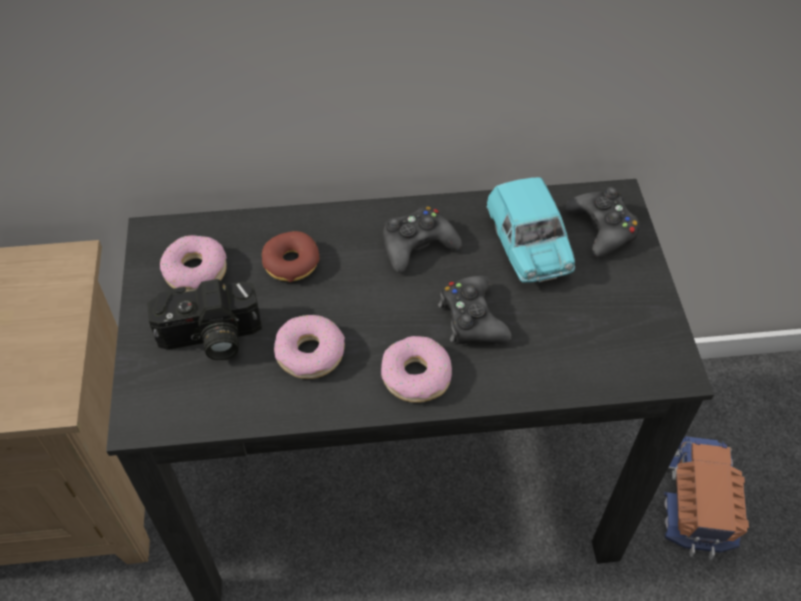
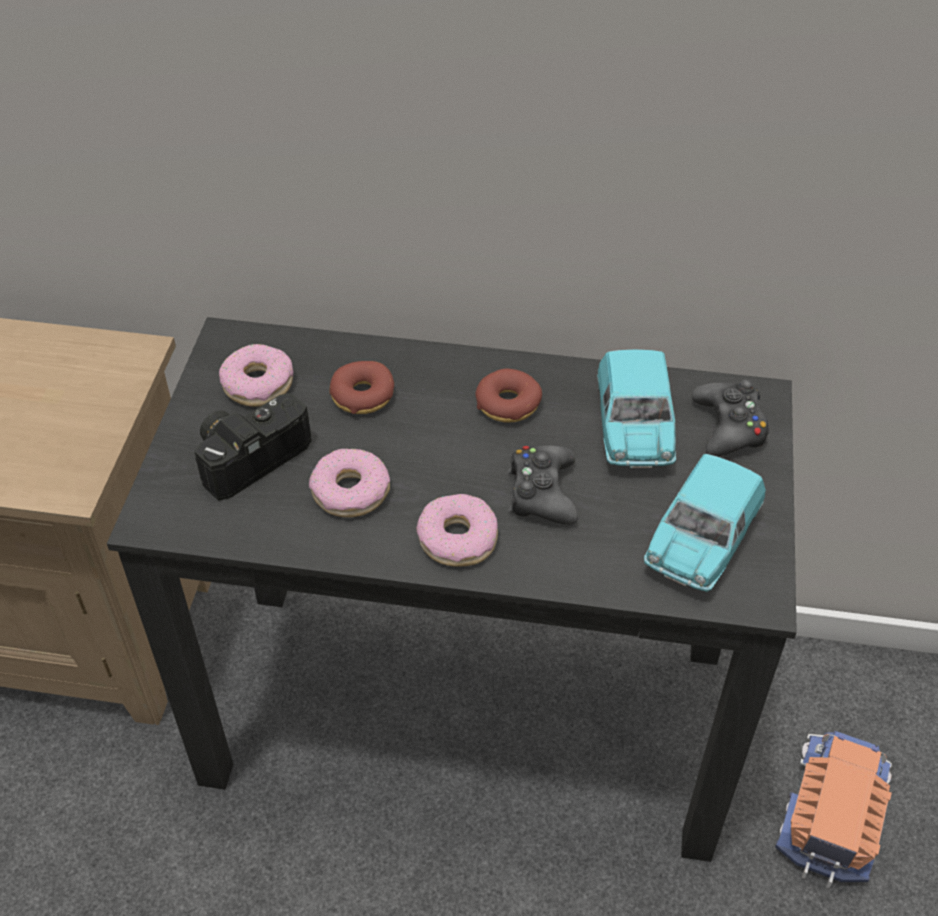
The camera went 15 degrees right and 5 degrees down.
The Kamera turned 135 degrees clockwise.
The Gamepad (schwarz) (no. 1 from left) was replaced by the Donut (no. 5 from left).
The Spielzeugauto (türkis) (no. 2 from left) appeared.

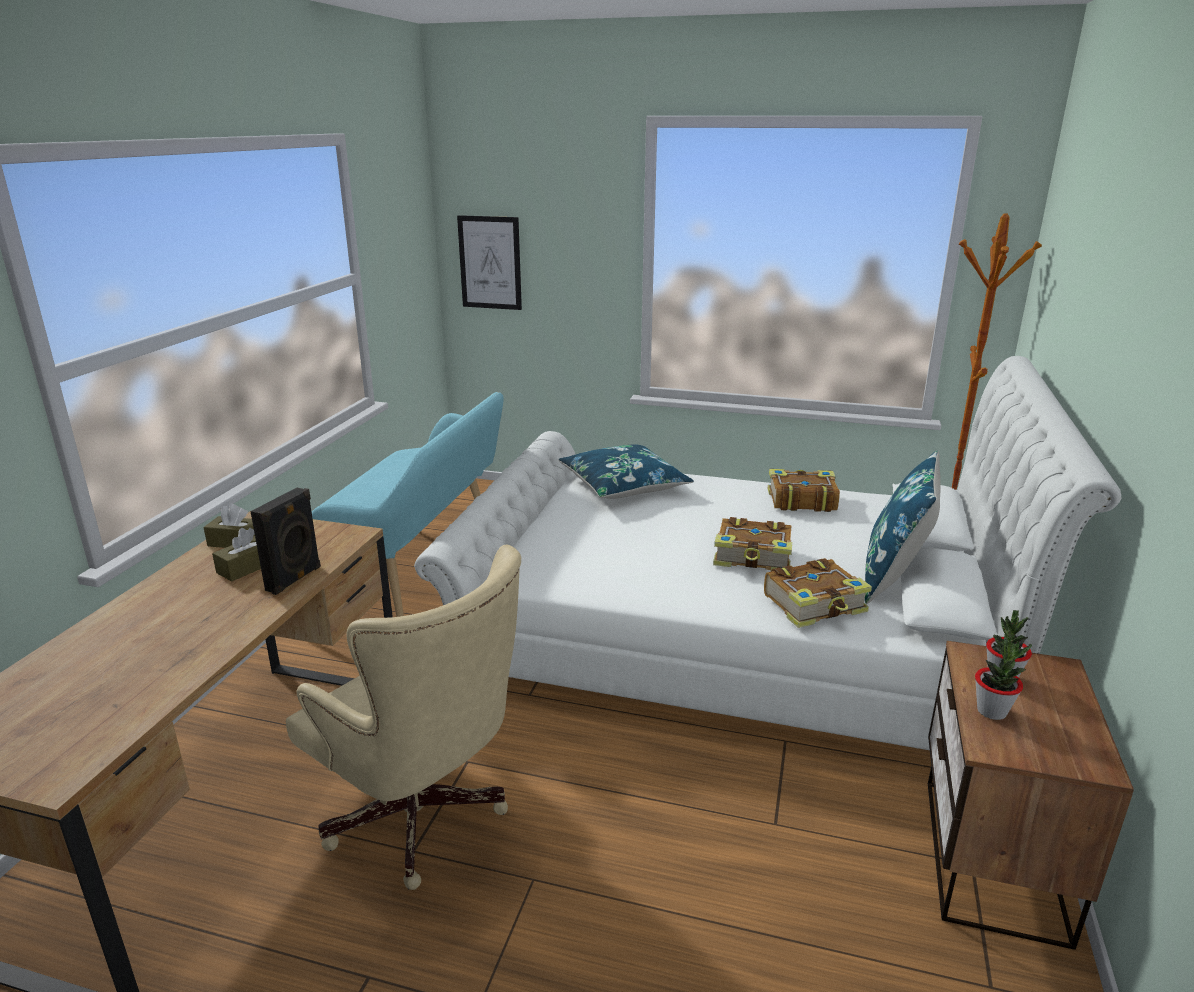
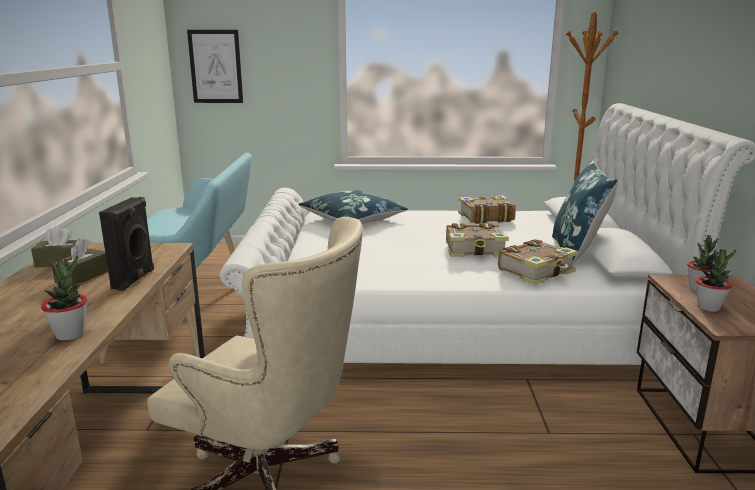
The camera went 15 degrees left and 5 degrees down.
The Topfpflanze (no. 1 from left) appeared.

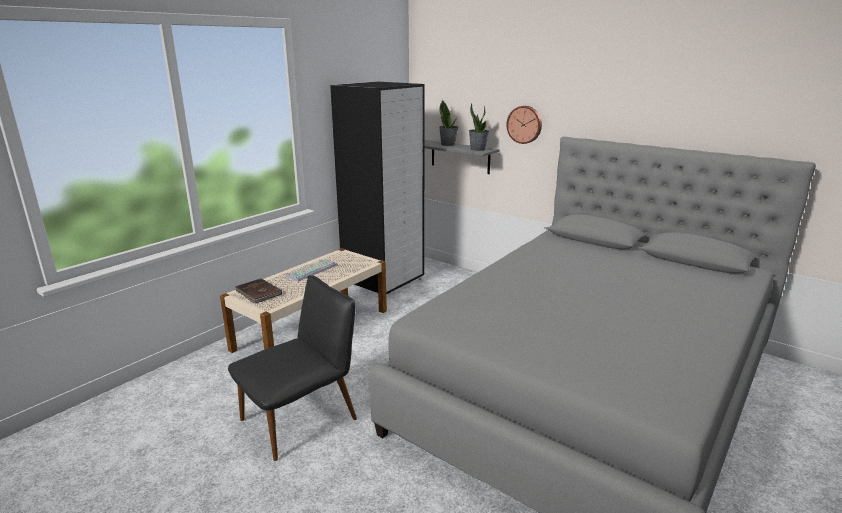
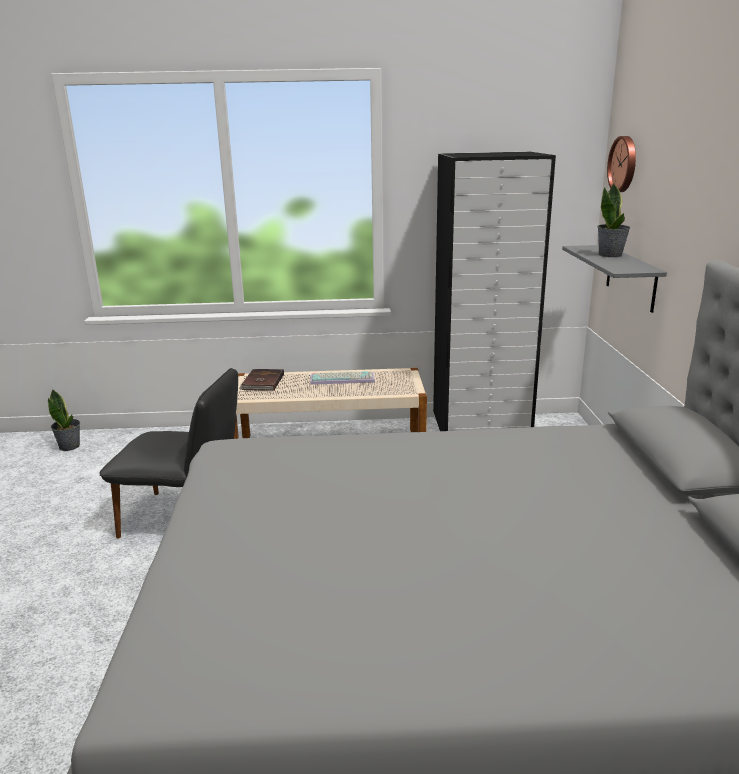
The camera went 50 degrees right and 0 degrees up.
The Topfpflanze (no. 2 from left in the first image) moved.
The Wanduhr moved.

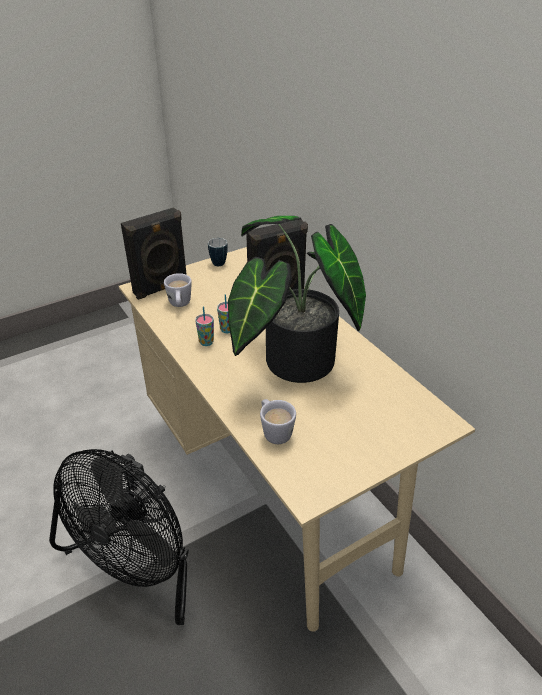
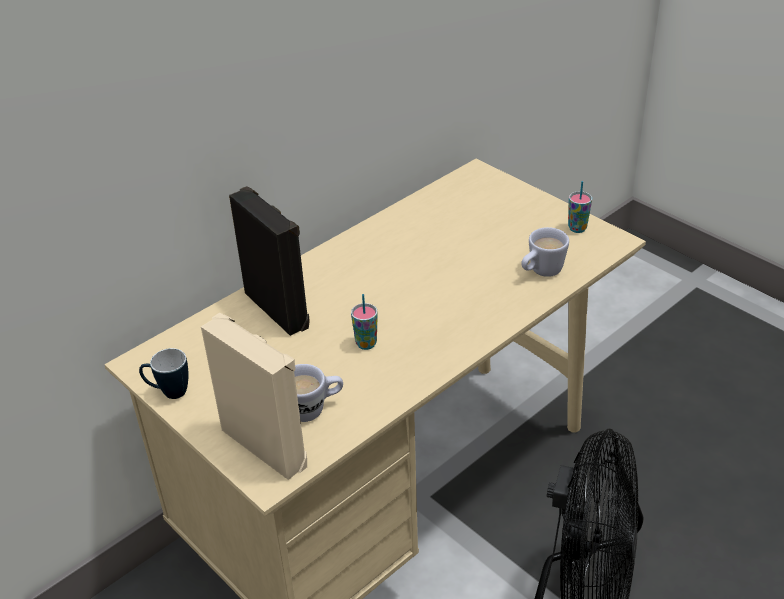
The camera went 100 degrees left and 0 degrees up.
The Lautsprecher (schwarz) (no. 1 from left) became the Lautsprecher (beige).
The Tasse (no. 1 from left in the first image) moved.
The Topfpflanze disappeared.

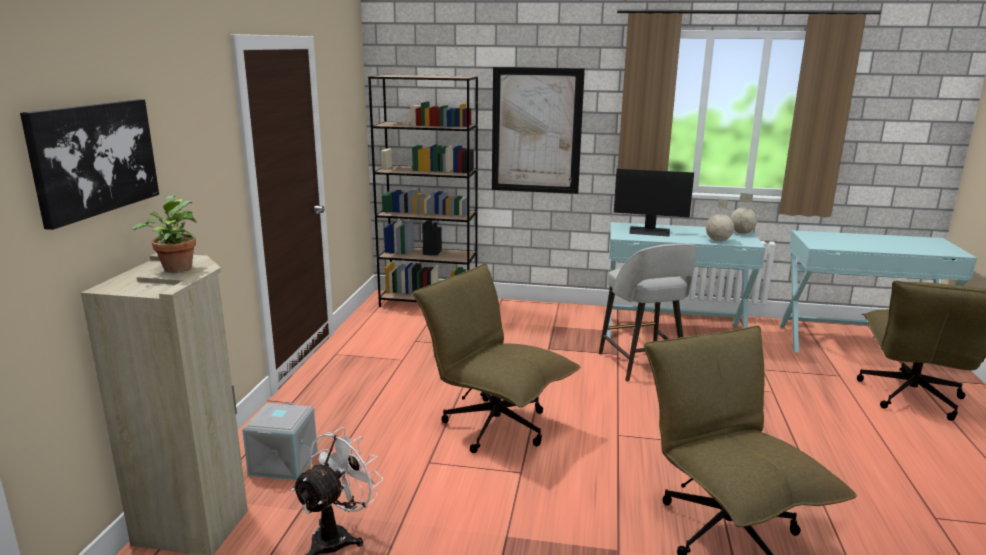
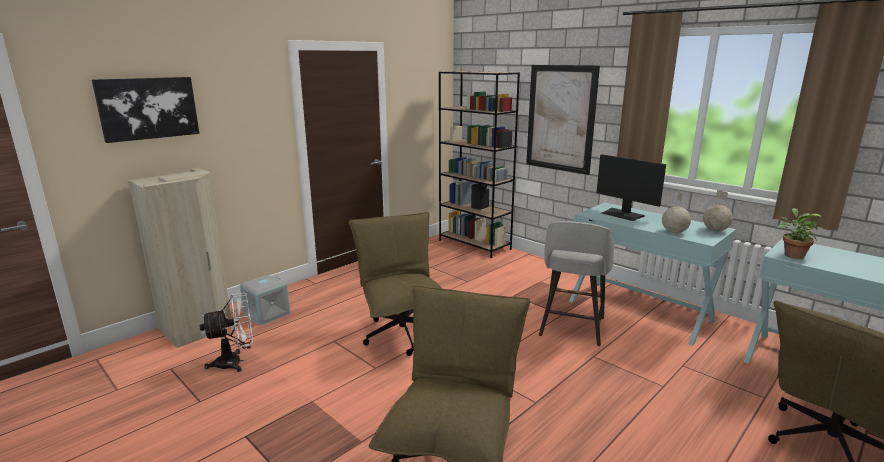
The camera went 35 degrees right and 0 degrees up.
The Topfpflanze moved.

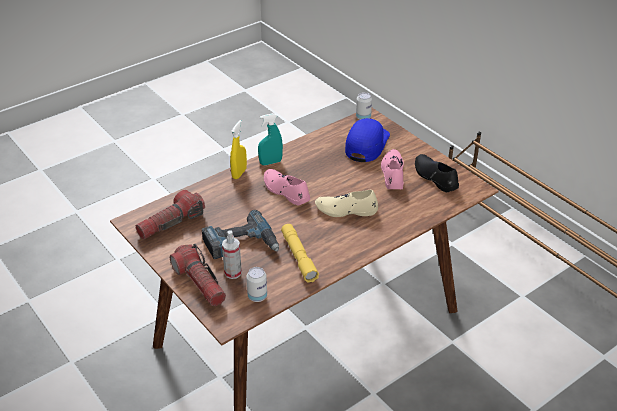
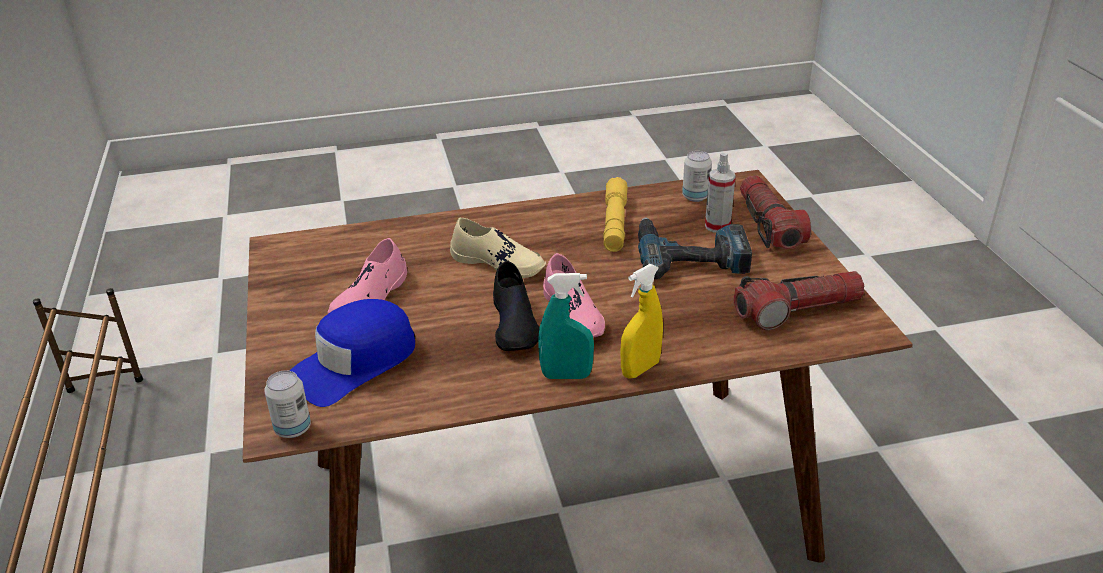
The camera went 155 degrees left and 5 degrees down.
The Schuh (schwarz) moved.

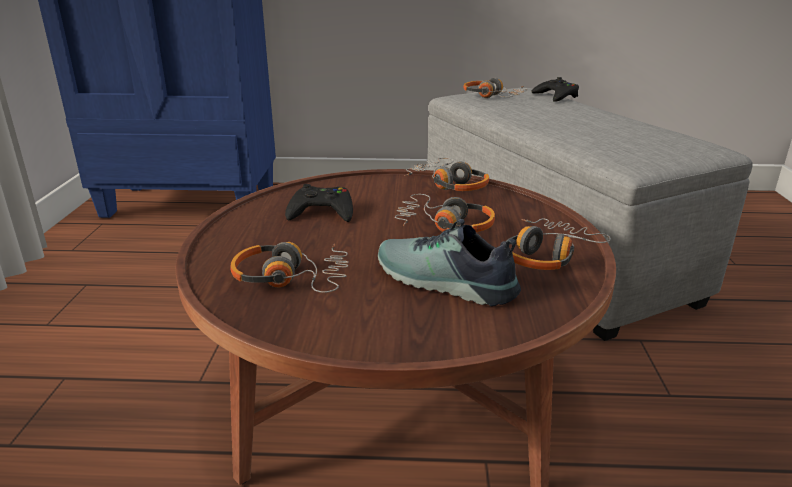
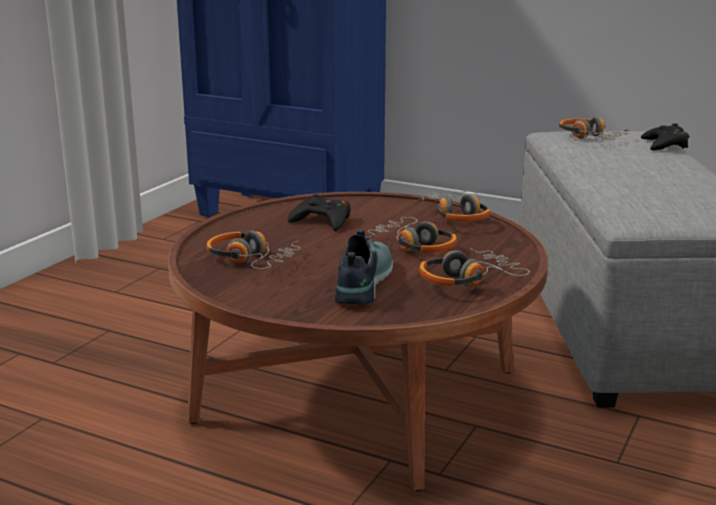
The camera went 25 degrees right and 5 degrees down.
The Schuh turned 45 degrees clockwise.

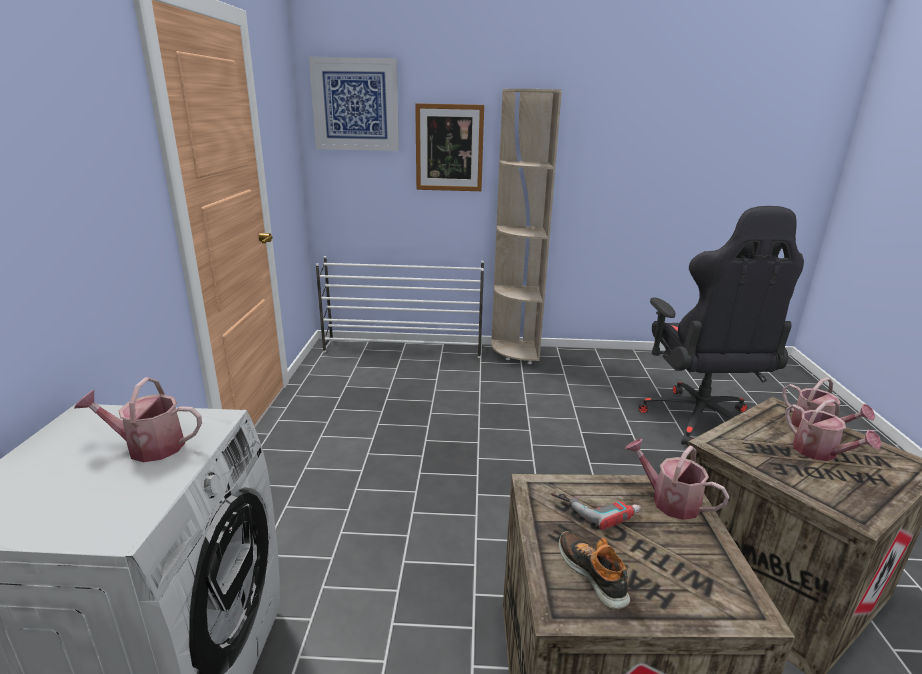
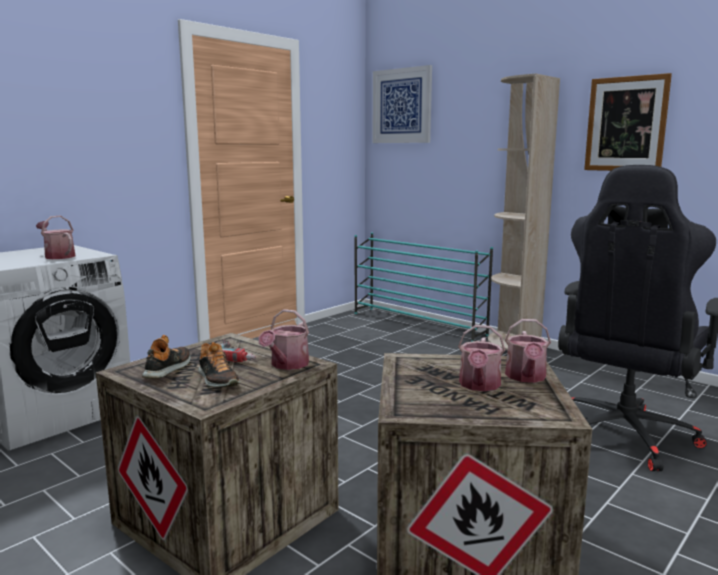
The camera went 40 degrees right and 10 degrees down.
The Schuhregal (weiß) became the Schuhregal (türkis).
The Bild (no. 2 from left) moved.
The Gießkanne (no. 2 from left) turned 150 degrees counterclockwise.
The Schuh (no. 2 from left) appeared.

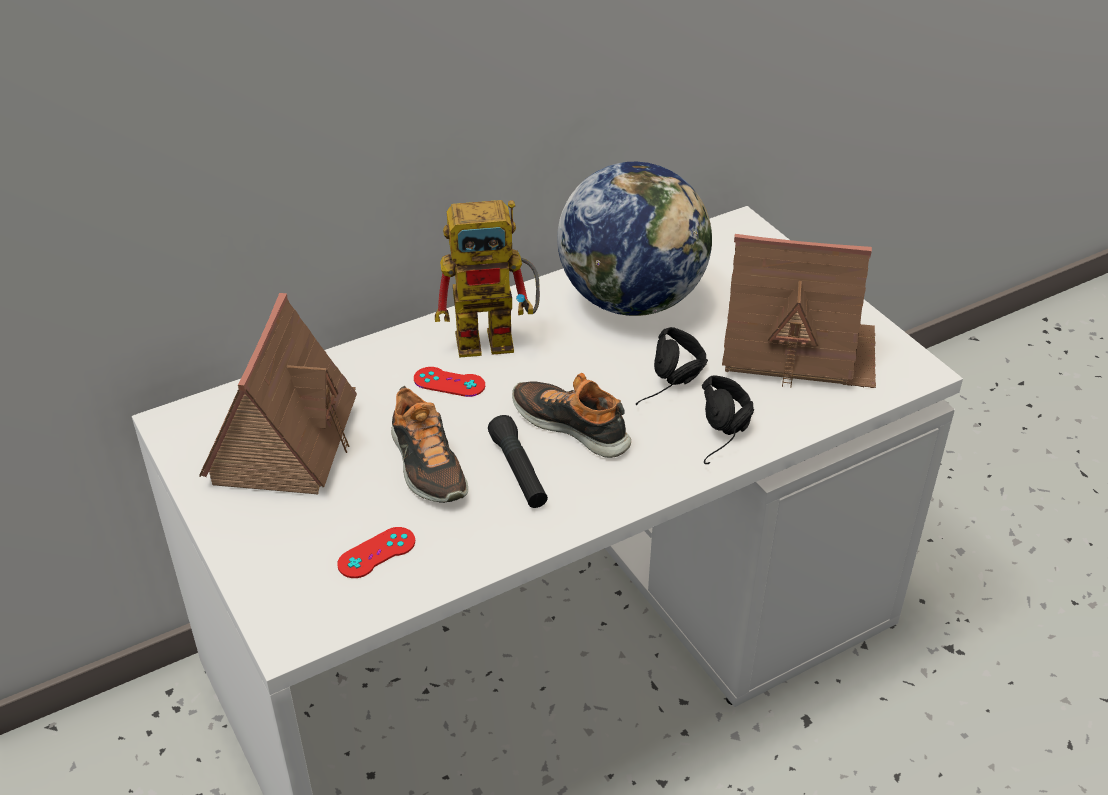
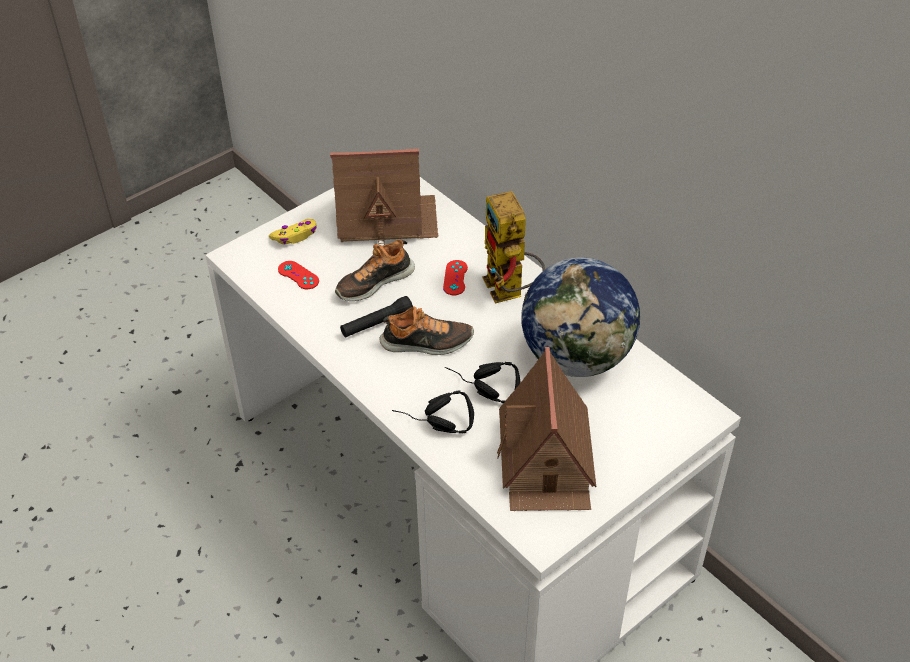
The camera went 80 degrees right and 5 degrees up.
The Schuh (no. 2 from left) turned 60 degrees clockwise.
The Gamepad (gelb) appeared.

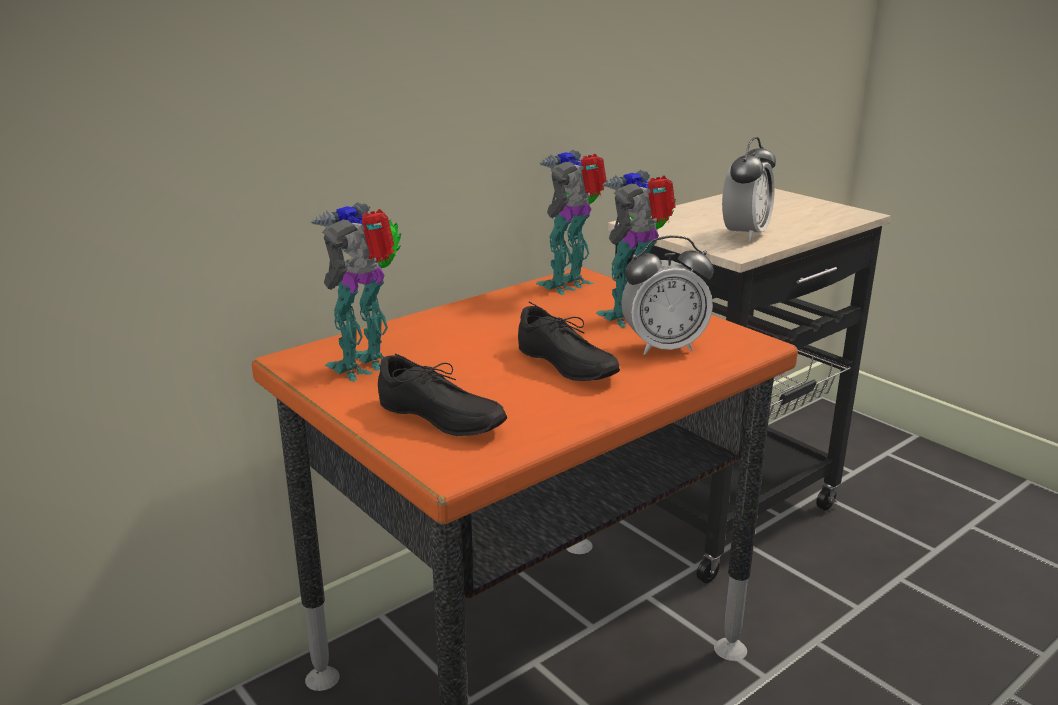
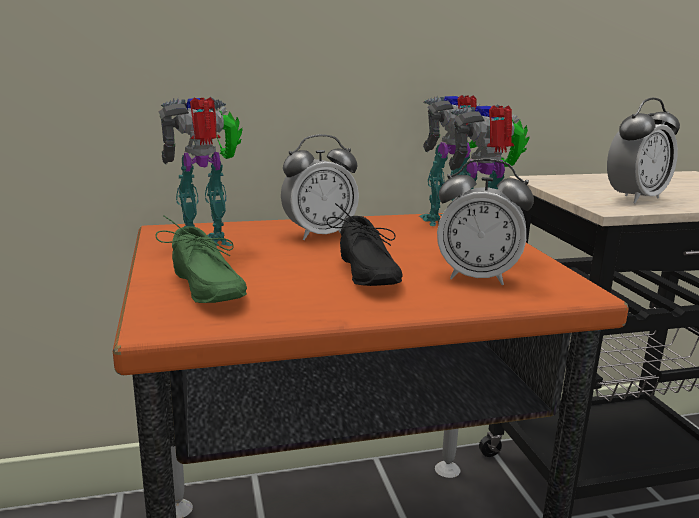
The camera went 25 degrees right and 5 degrees down.
The Schuh (schwarz) (no. 1 from left) became the Schuh (grün).
The Wecker (no. 1 from left) appeared.

